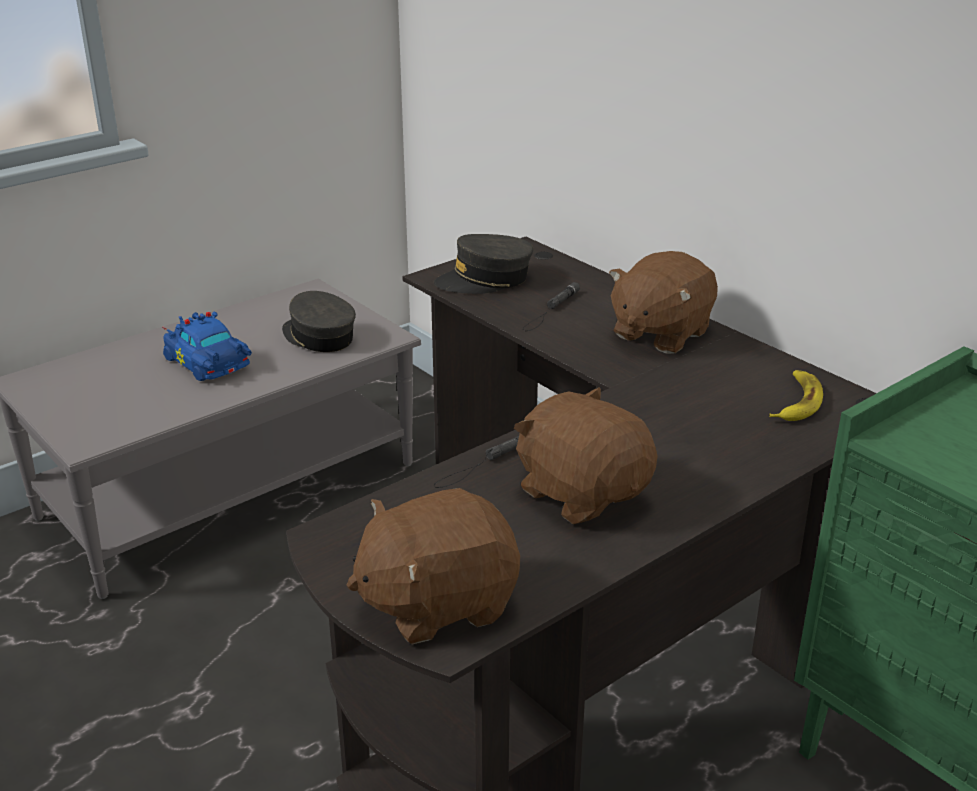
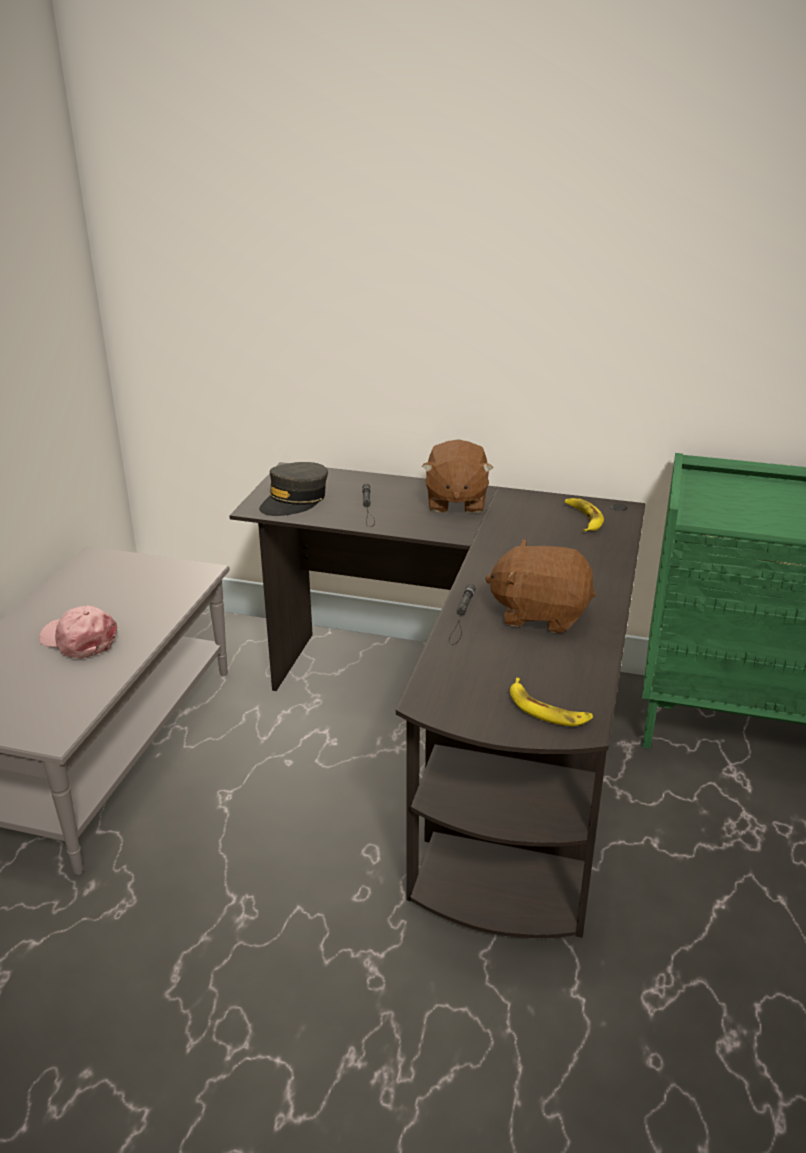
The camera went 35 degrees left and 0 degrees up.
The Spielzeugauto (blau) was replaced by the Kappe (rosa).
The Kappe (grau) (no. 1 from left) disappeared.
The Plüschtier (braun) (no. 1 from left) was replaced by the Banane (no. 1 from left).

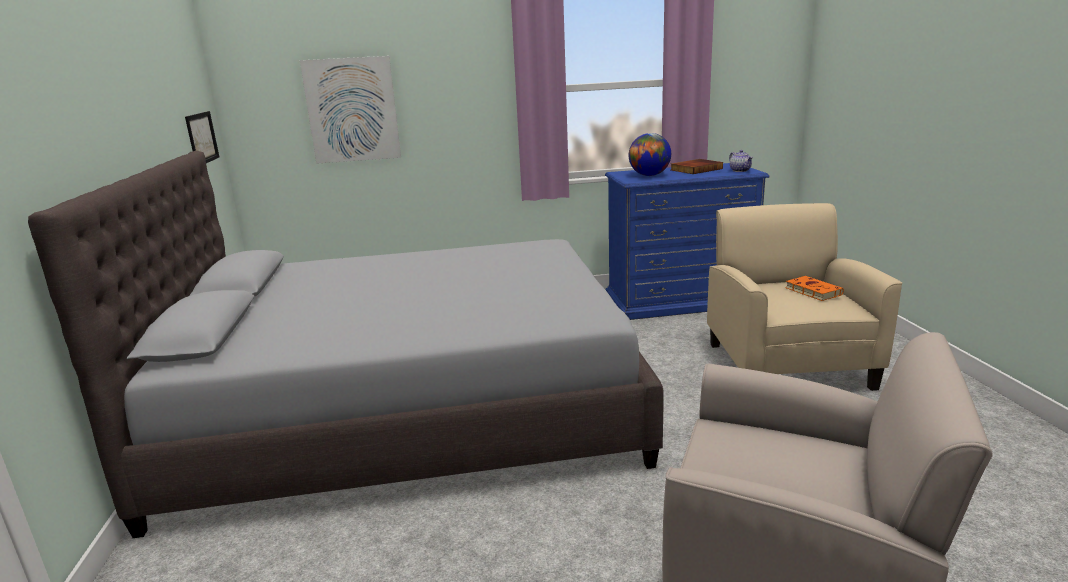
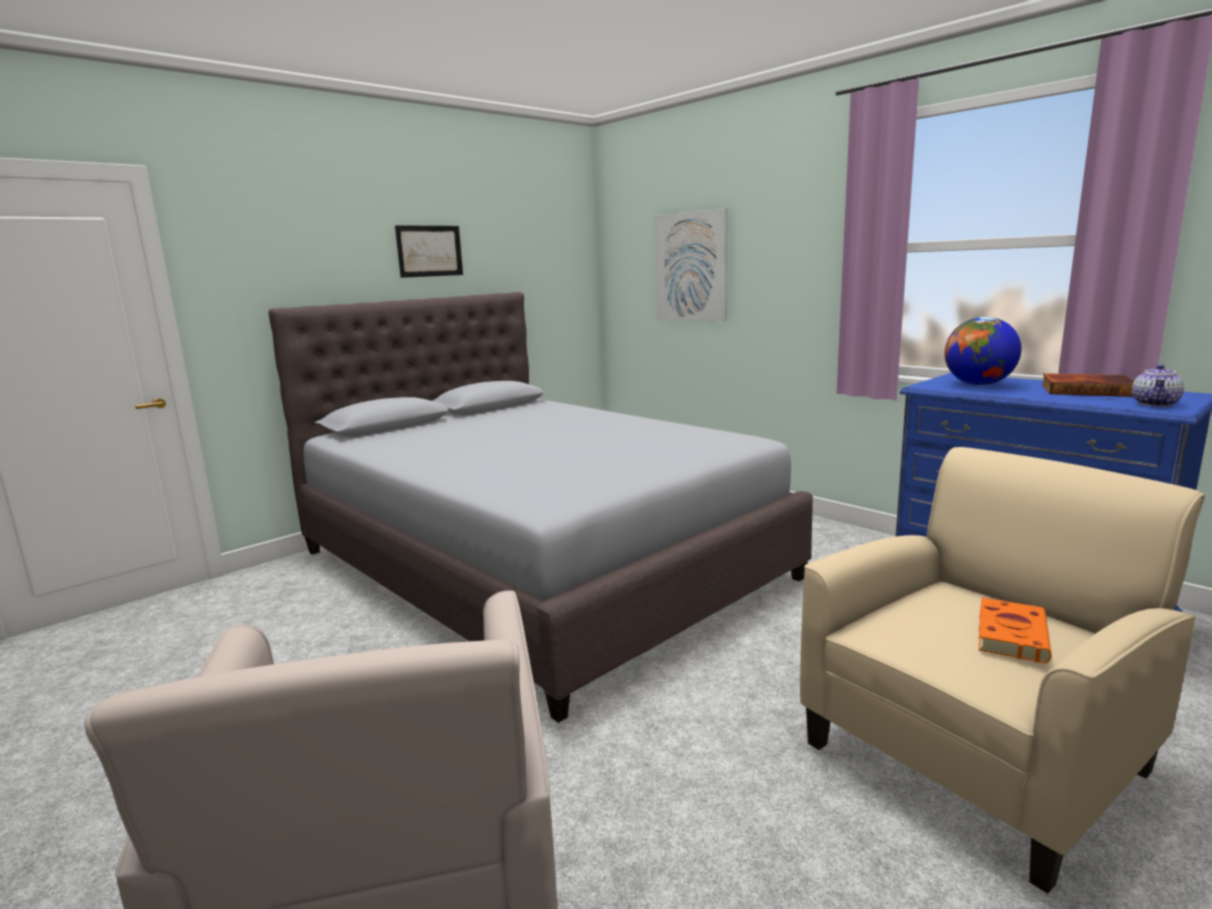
The camera went 55 degrees right and 5 degrees down.
The Bild (no. 1 from left) moved.

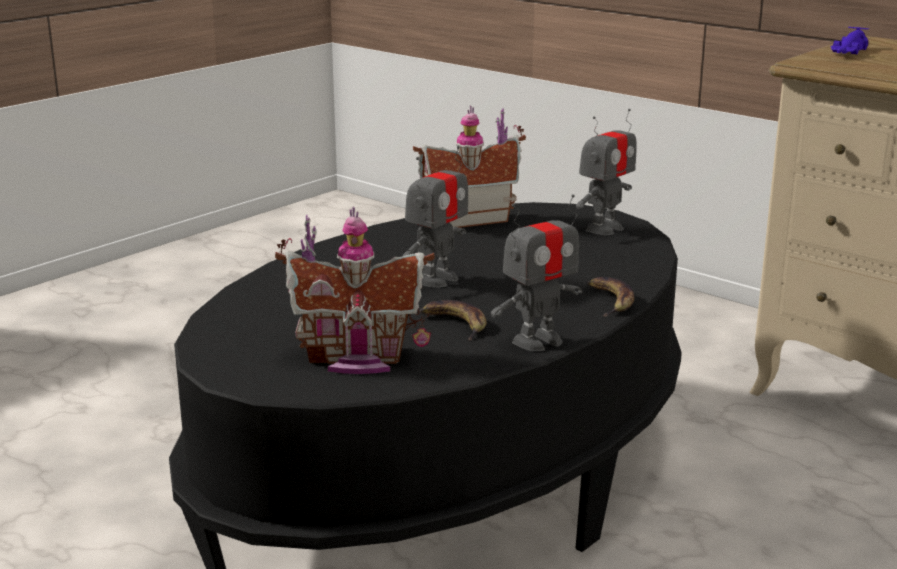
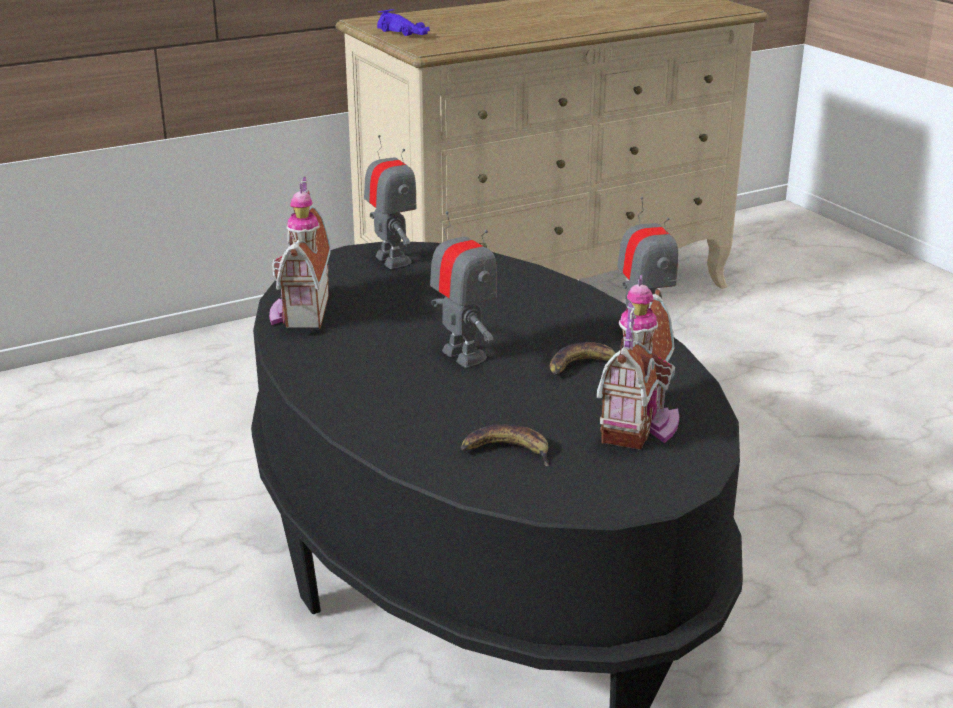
The camera went 70 degrees left and 5 degrees up.
The Banane (no. 2 from left in the first image) moved.

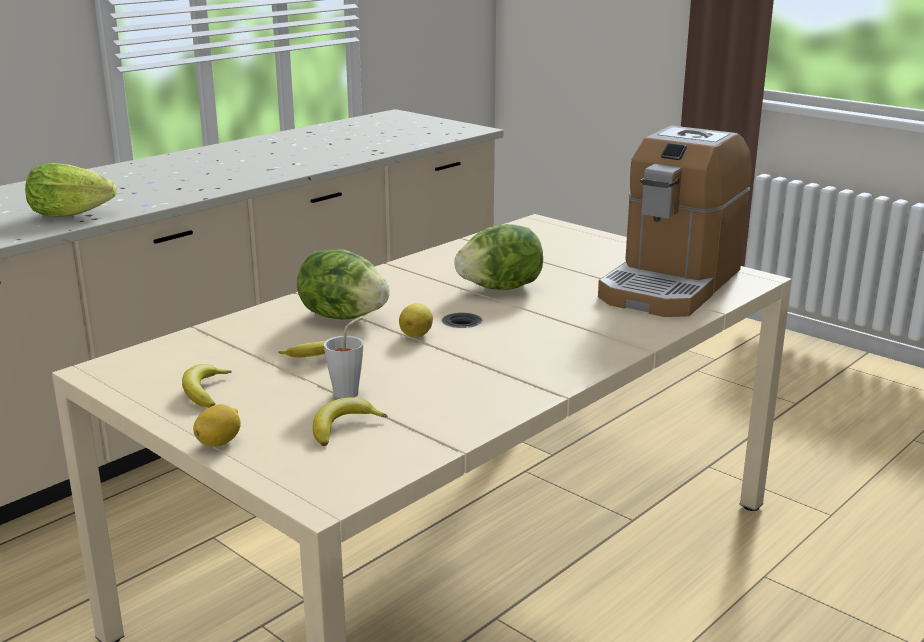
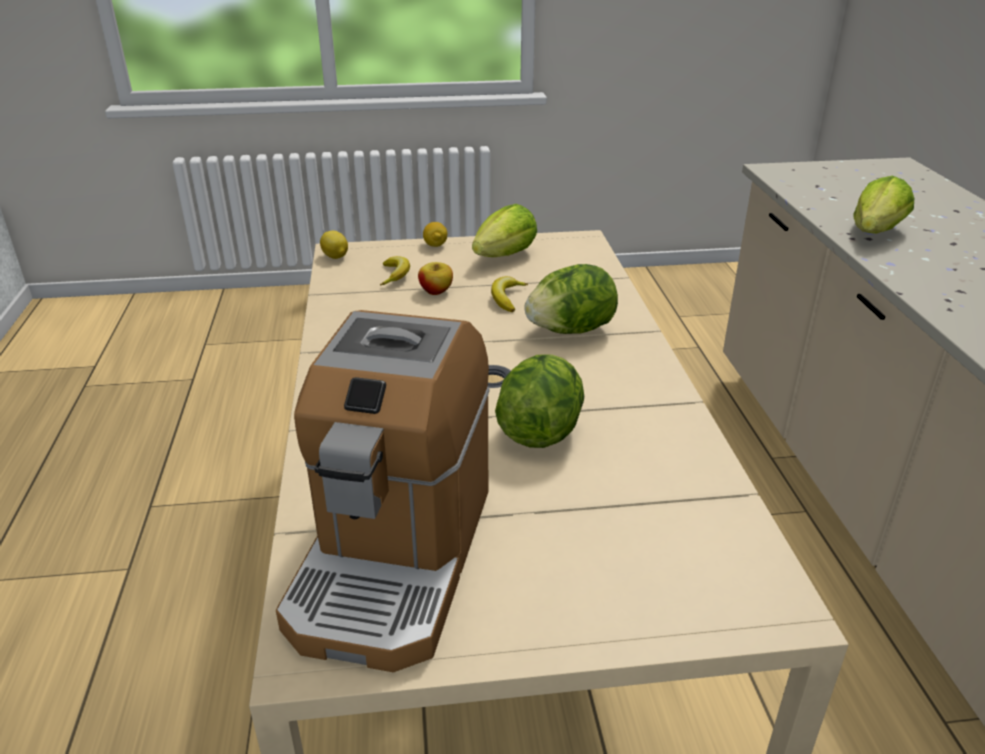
The camera went 130 degrees right and 10 degrees up.
The Banane (no. 1 from left) was replaced by the Salatkopf (no. 1 from left).
The Tasse (grau) was replaced by the Apfel.
The Zitrone (no. 2 from left in the first image) moved.
The Kaffeemaschine turned 150 degrees counterclockwise.

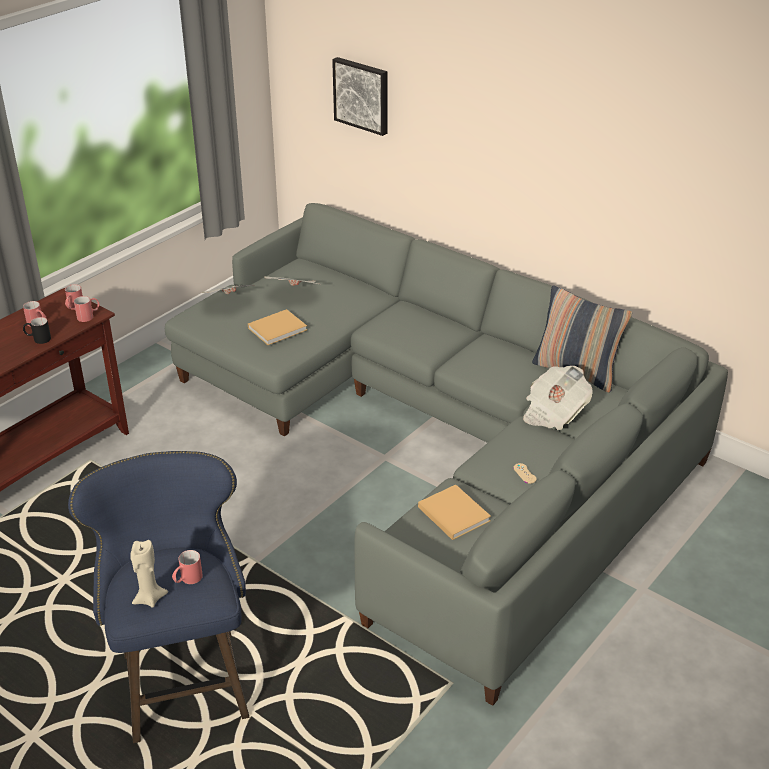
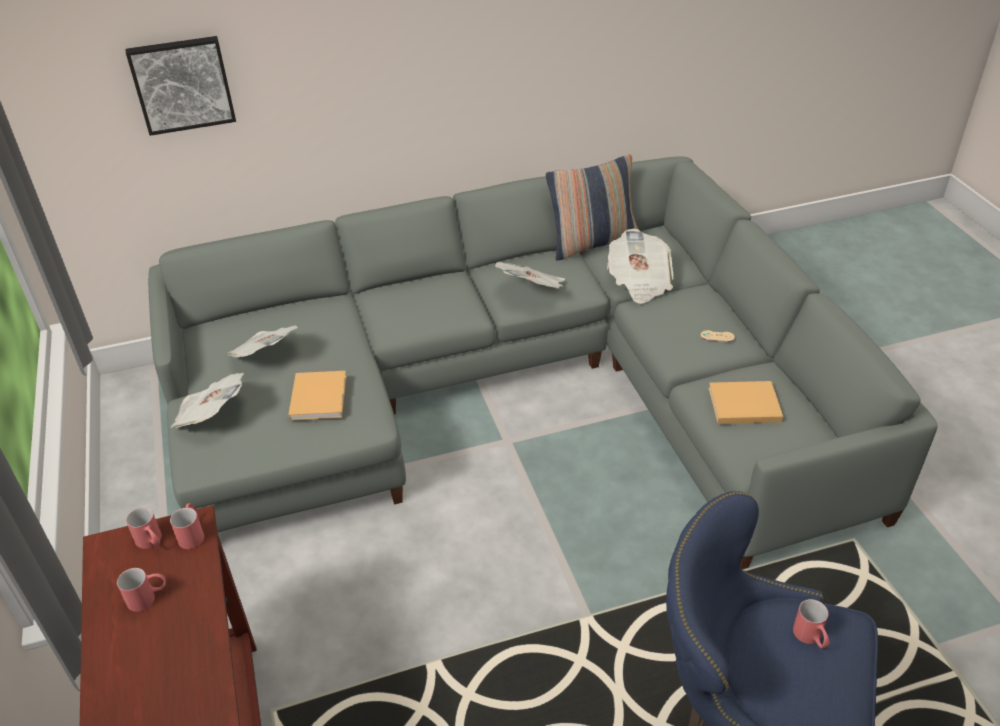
The camera went 55 degrees left and 5 degrees up.
The Henkelbecher (schwarz) disappeared.
The Kerze (beige) disappeared.
The Zeitung (no. 3 from left) appeared.

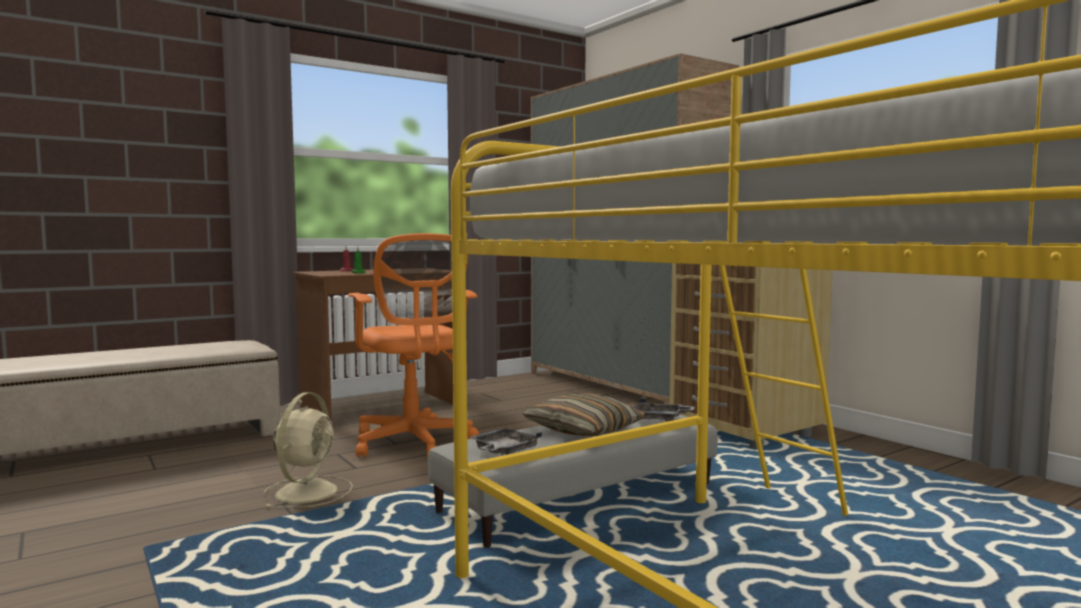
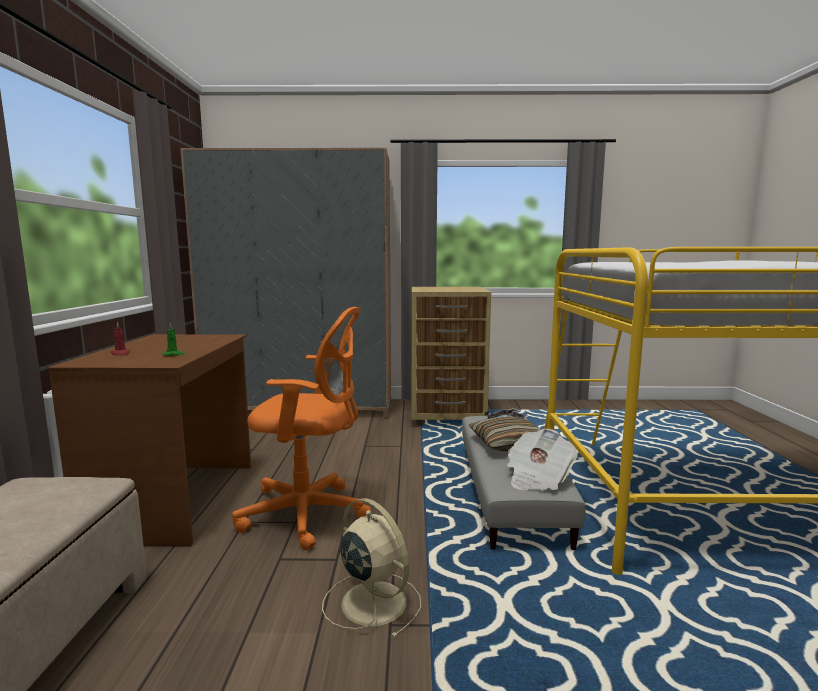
The camera went 55 degrees left and 5 degrees up.
The Tablett (grau) (no. 1 from left) was replaced by the Zeitung.

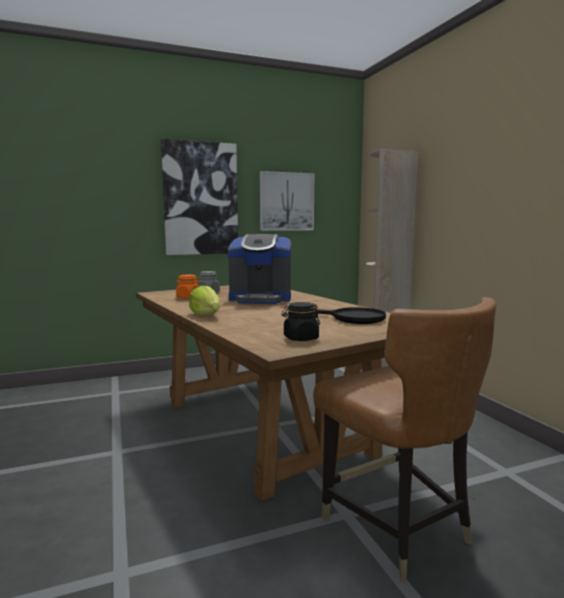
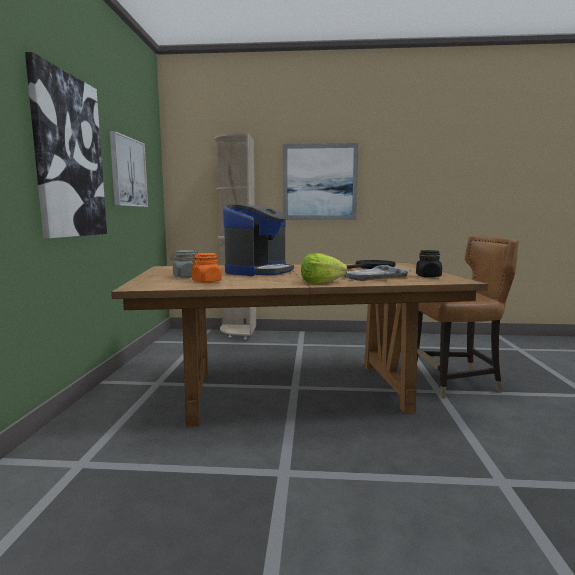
The camera went 65 degrees left and 0 degrees up.
The Bild (no. 3 from left) appeared.
The Tablett (grau) appeared.

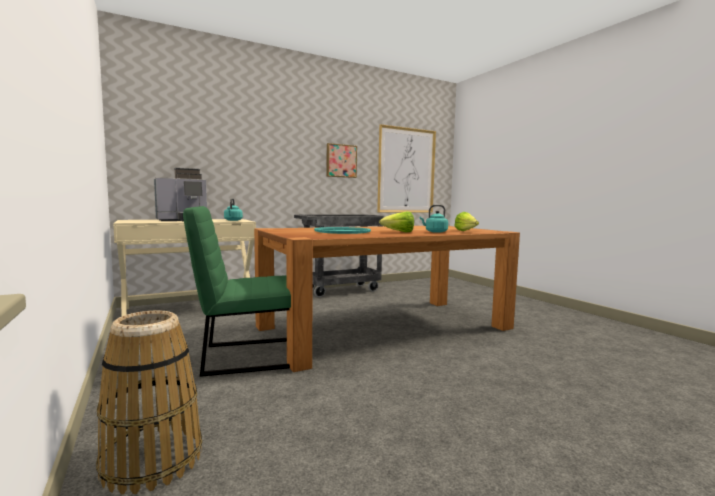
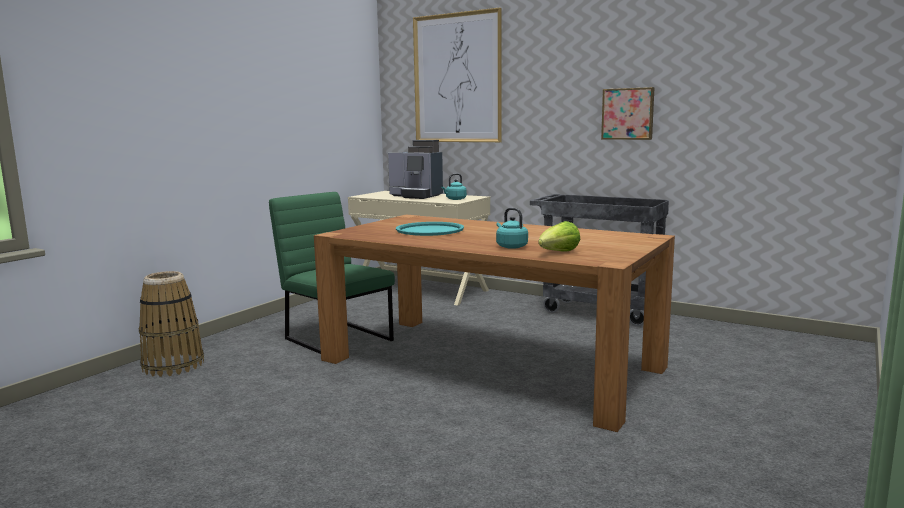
The camera went 60 degrees right and 5 degrees up.
The Bild (no. 2 from left in the first image) moved.
The Salatkopf (no. 1 from left) disappeared.

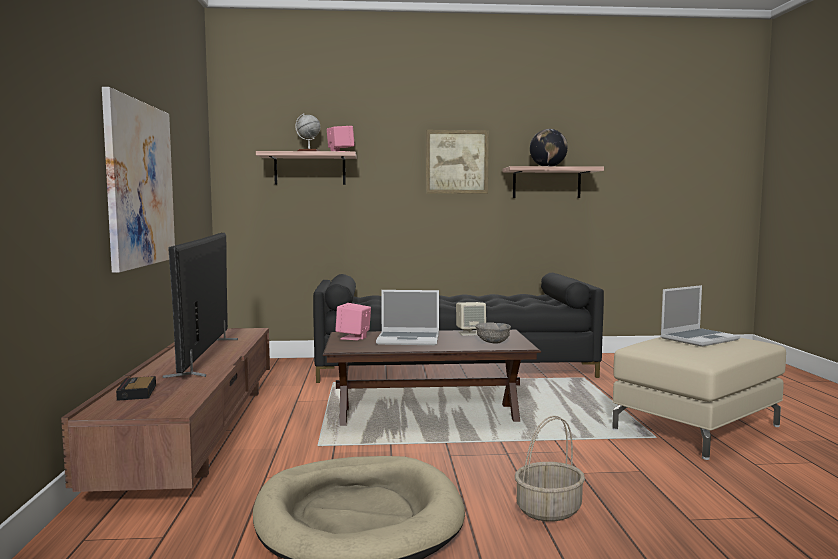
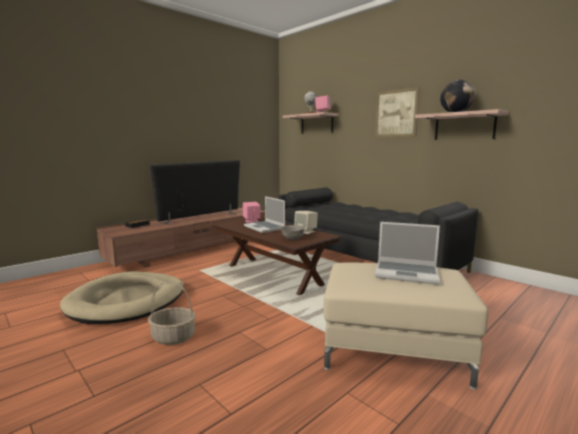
The camera went 50 degrees right and 5 degrees up.
The Bild (no. 1 from left) disappeared.

